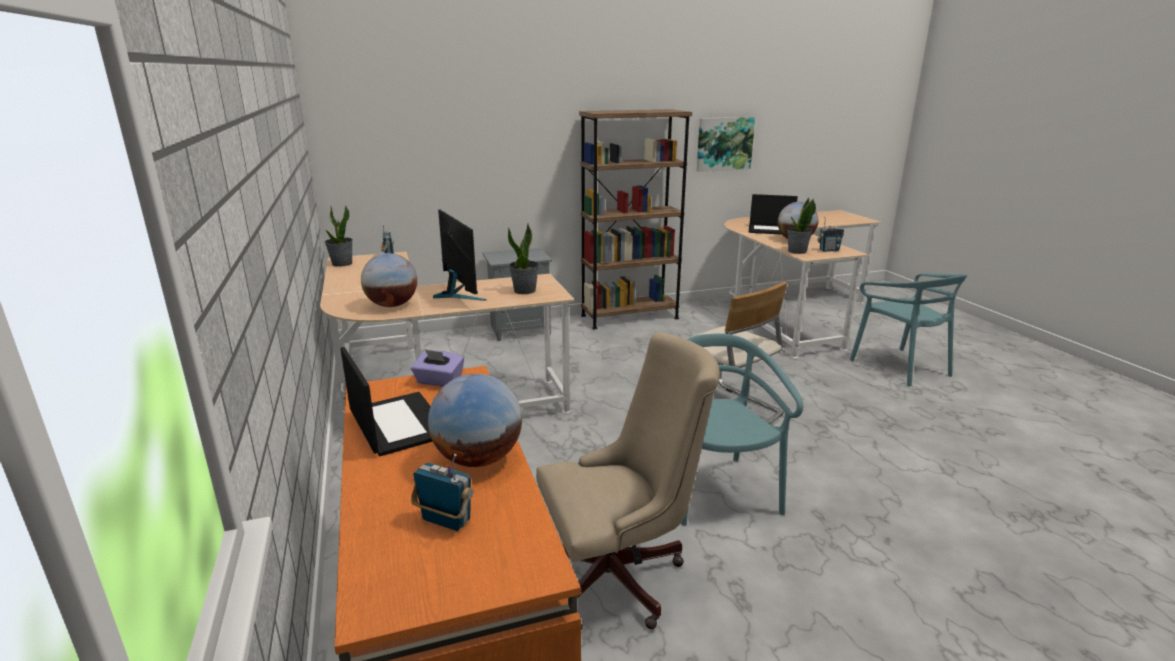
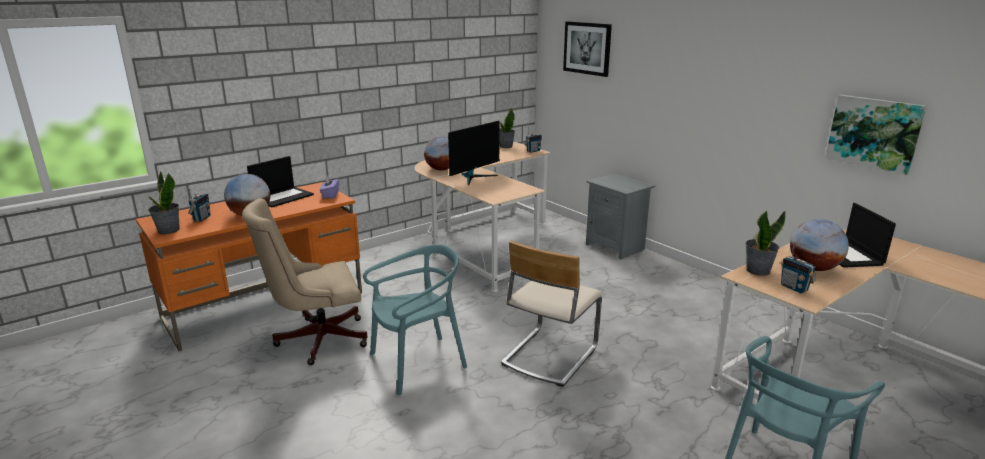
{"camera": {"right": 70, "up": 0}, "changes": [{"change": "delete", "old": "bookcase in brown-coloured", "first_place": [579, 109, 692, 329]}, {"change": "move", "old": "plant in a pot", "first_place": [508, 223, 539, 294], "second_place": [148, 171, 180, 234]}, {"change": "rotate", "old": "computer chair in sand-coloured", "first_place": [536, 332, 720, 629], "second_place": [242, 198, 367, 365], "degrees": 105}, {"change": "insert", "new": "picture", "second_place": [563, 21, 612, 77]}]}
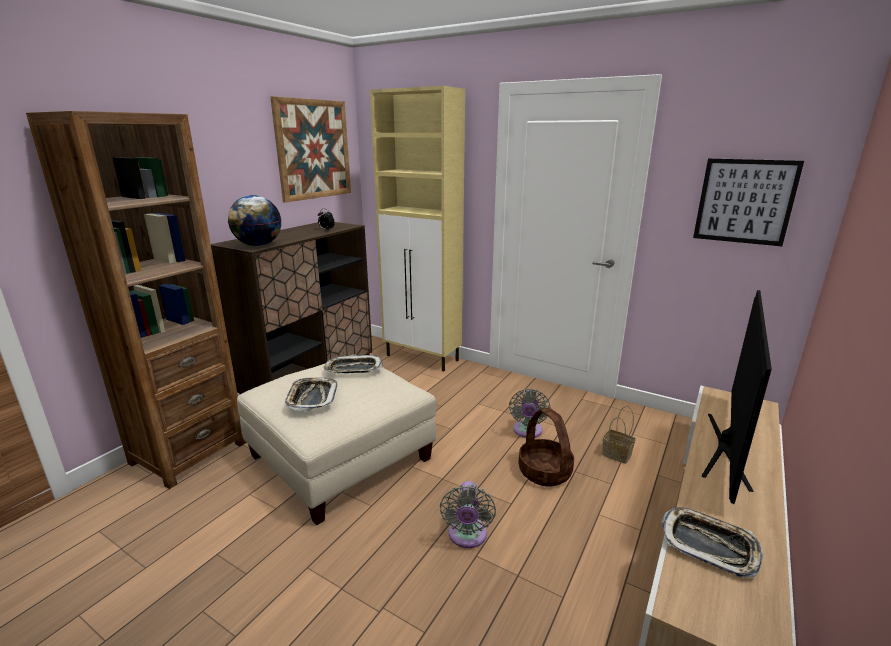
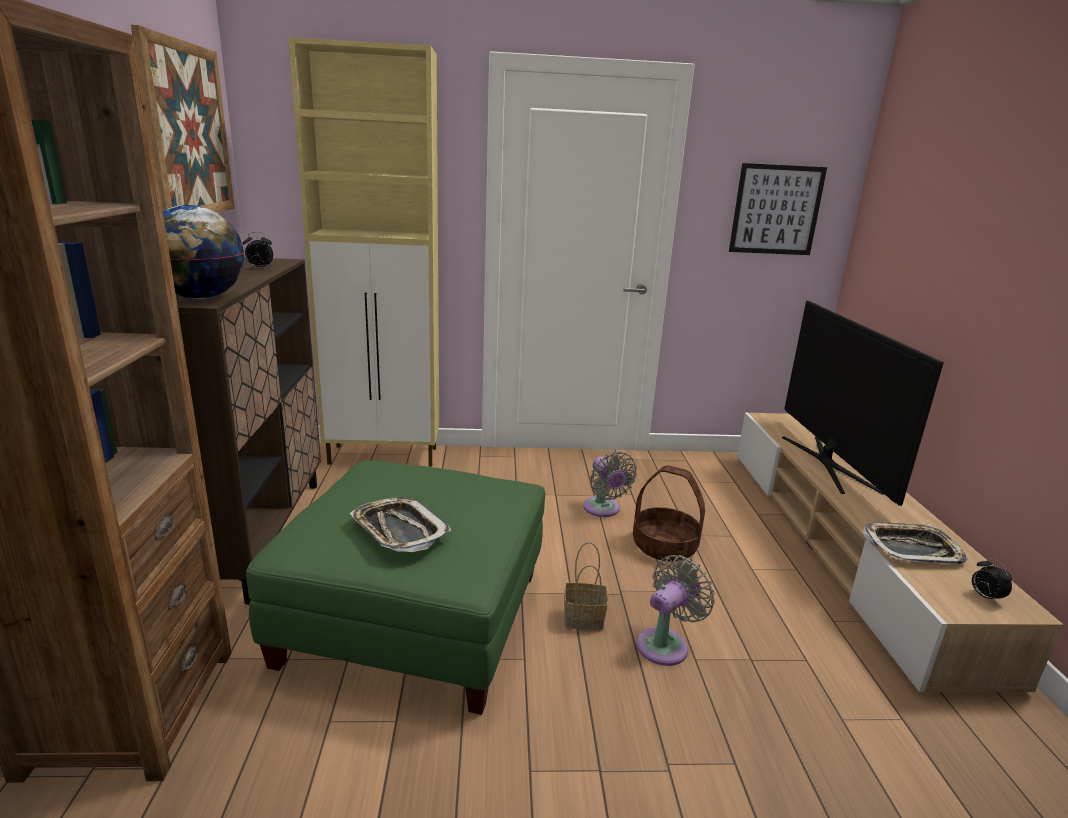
{"camera": {"right": -35, "up": 0}, "changes": [{"change": "recolor", "old": "ottoman in sand-coloured", "new": "ottoman in greenish", "first_place": [237, 355, 436, 525], "second_place": [246, 461, 545, 715]}, {"change": "delete", "old": "carrying tray", "first_place": [323, 355, 383, 373]}, {"change": "move", "old": "basket", "first_place": [602, 406, 636, 464], "second_place": [564, 542, 608, 630]}, {"change": "rotate", "old": "electric fan in greyish", "first_place": [440, 481, 496, 548], "second_place": [637, 555, 715, 666], "degrees": -105}, {"change": "insert", "new": "alarm clock", "second_place": [972, 558, 1012, 604]}]}
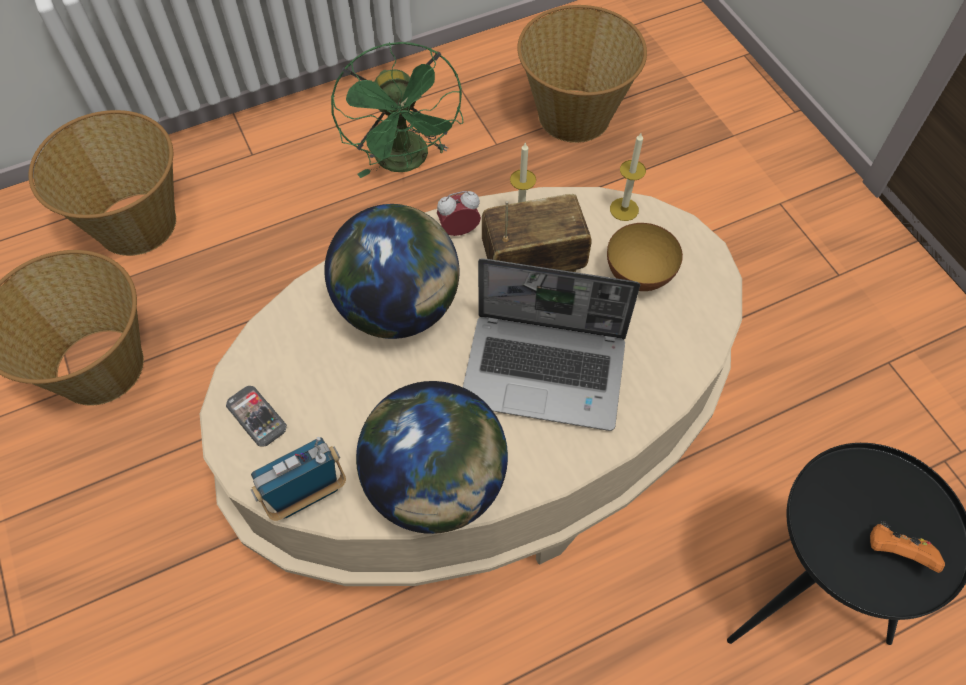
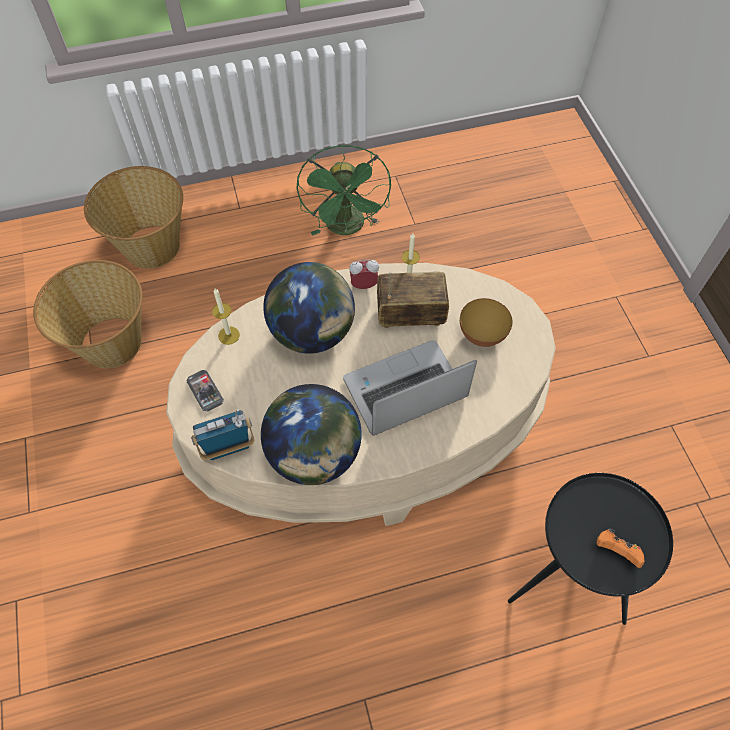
{"camera": {"right": 10, "up": 0}, "changes": [{"change": "delete", "old": "basket", "first_place": [517, 5, 647, 143]}, {"change": "move", "old": "wax candle", "first_place": [610, 133, 646, 221], "second_place": [212, 288, 240, 345]}, {"change": "rotate", "old": "laptop", "first_place": [463, 258, 640, 431], "second_place": [343, 340, 477, 436], "degrees": 135}]}
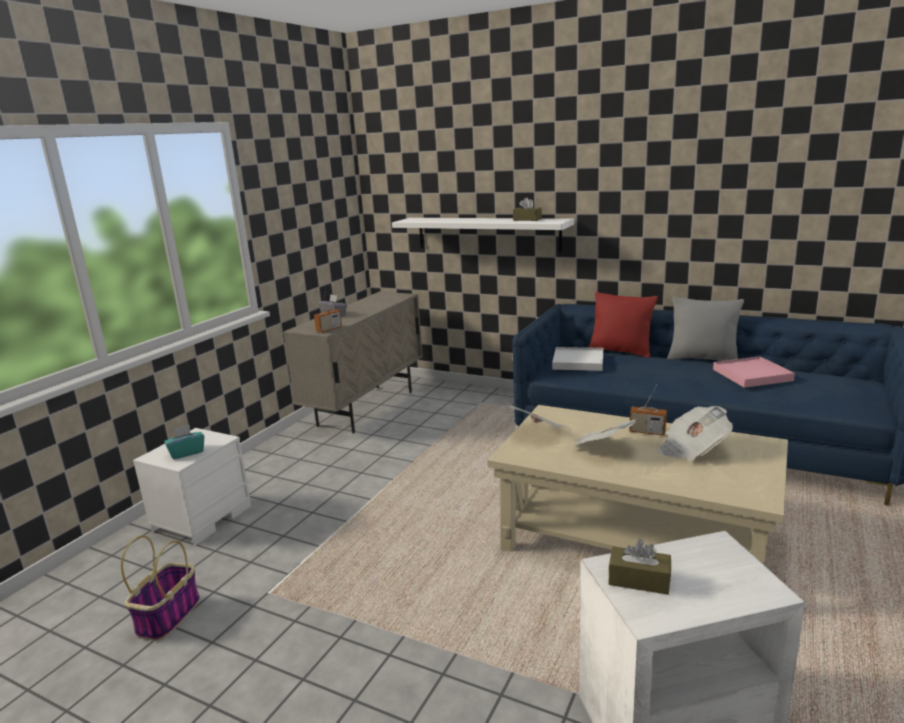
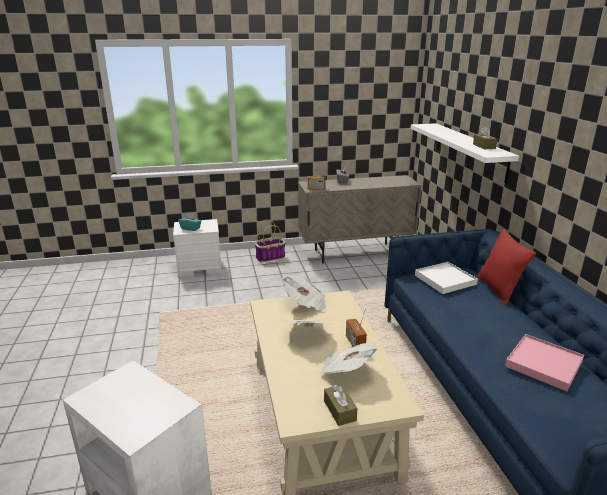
{"camera": {"right": 50, "up": 5}, "changes": [{"change": "delete", "old": "throw pillow in greyish", "first_place": [667, 297, 744, 361]}, {"change": "move", "old": "basket", "first_place": [121, 536, 200, 641], "second_place": [255, 220, 285, 262]}, {"change": "move", "old": "tissue box in brown-coloured", "first_place": [608, 540, 671, 595], "second_place": [324, 385, 358, 426]}]}
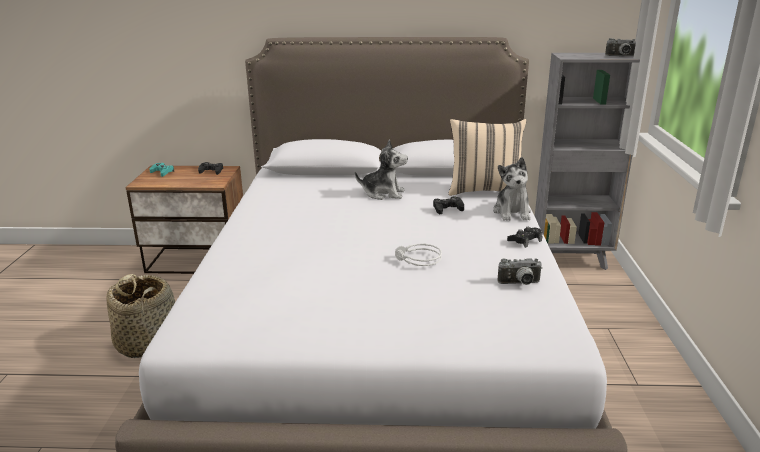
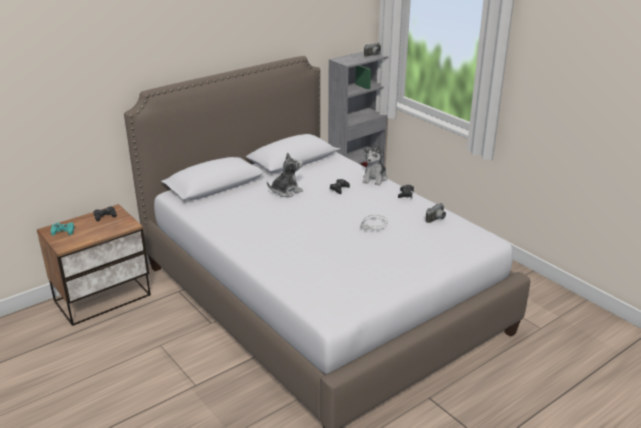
{"camera": {"right": -40, "up": 5}, "changes": [{"change": "delete", "old": "throw pillow in sand-coloured", "first_place": [448, 119, 526, 196]}, {"change": "rotate", "old": "cuddly toy", "first_place": [493, 157, 531, 221], "second_place": [363, 144, 387, 186], "degrees": 60}, {"change": "delete", "old": "basket", "first_place": [107, 274, 175, 358]}]}
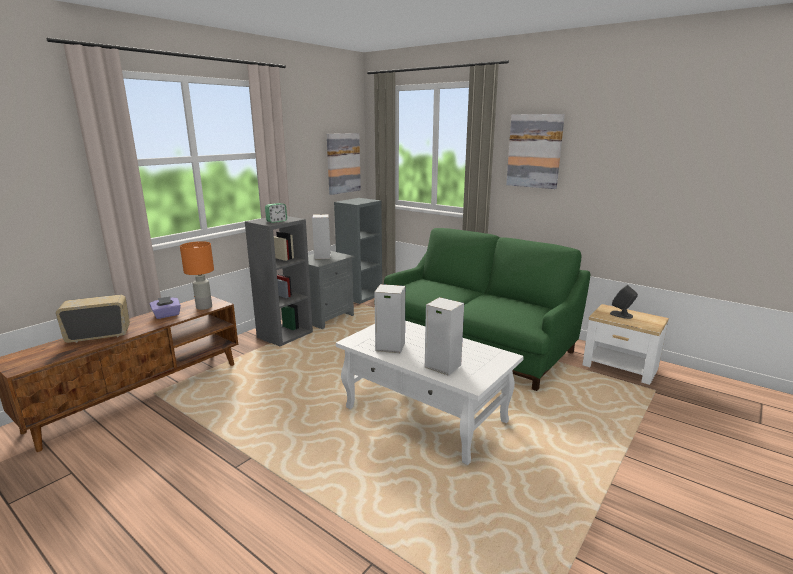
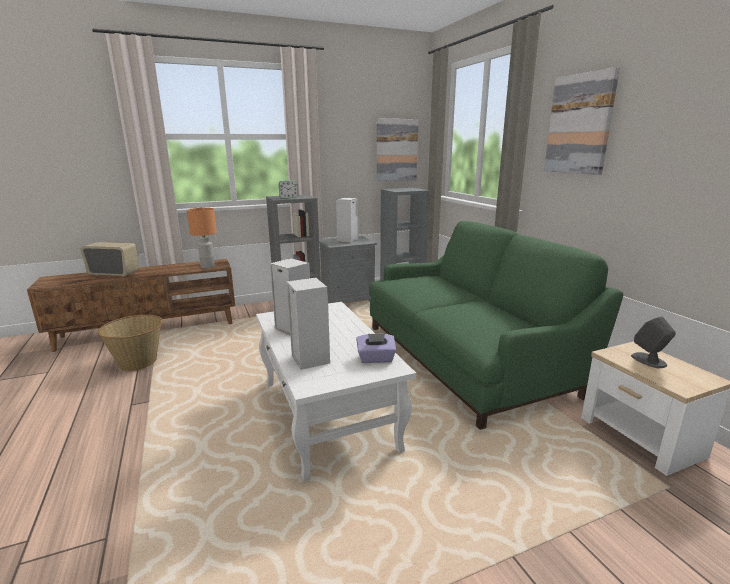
{"camera": {"right": 30, "up": 0}, "changes": [{"change": "move", "old": "tissue box in purple", "first_place": [149, 296, 181, 319], "second_place": [356, 334, 396, 363]}, {"change": "insert", "new": "basket", "second_place": [98, 315, 164, 371]}]}
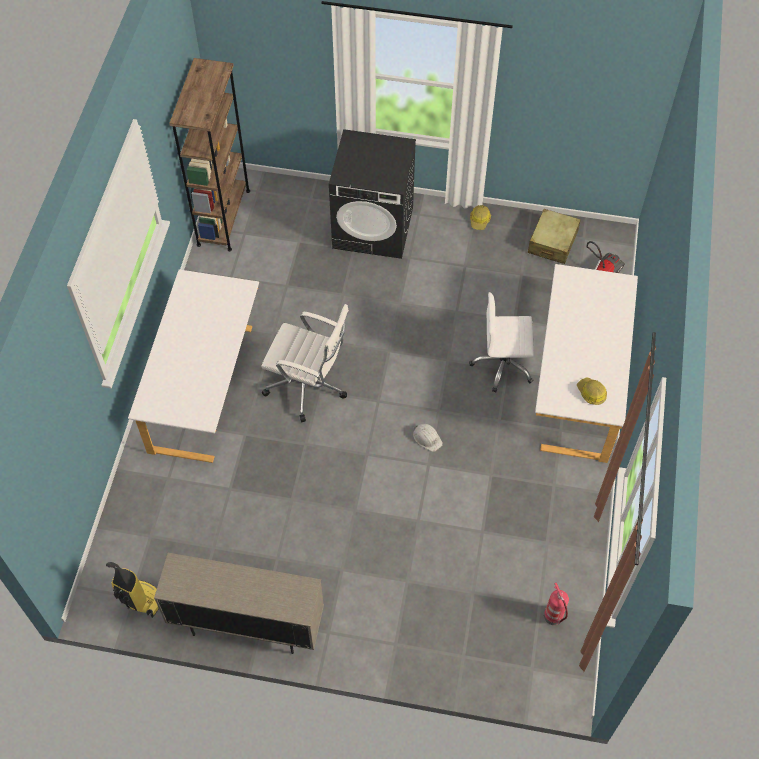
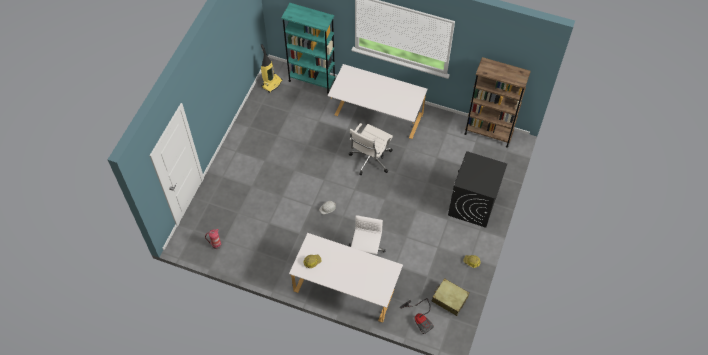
{"camera": {"right": 100, "up": 0}, "changes": [{"change": "delete", "old": "cabinet in sand-coloured", "first_place": [154, 553, 324, 654]}, {"change": "insert", "new": "bookcase in turquoise", "second_place": [281, 3, 335, 93]}]}
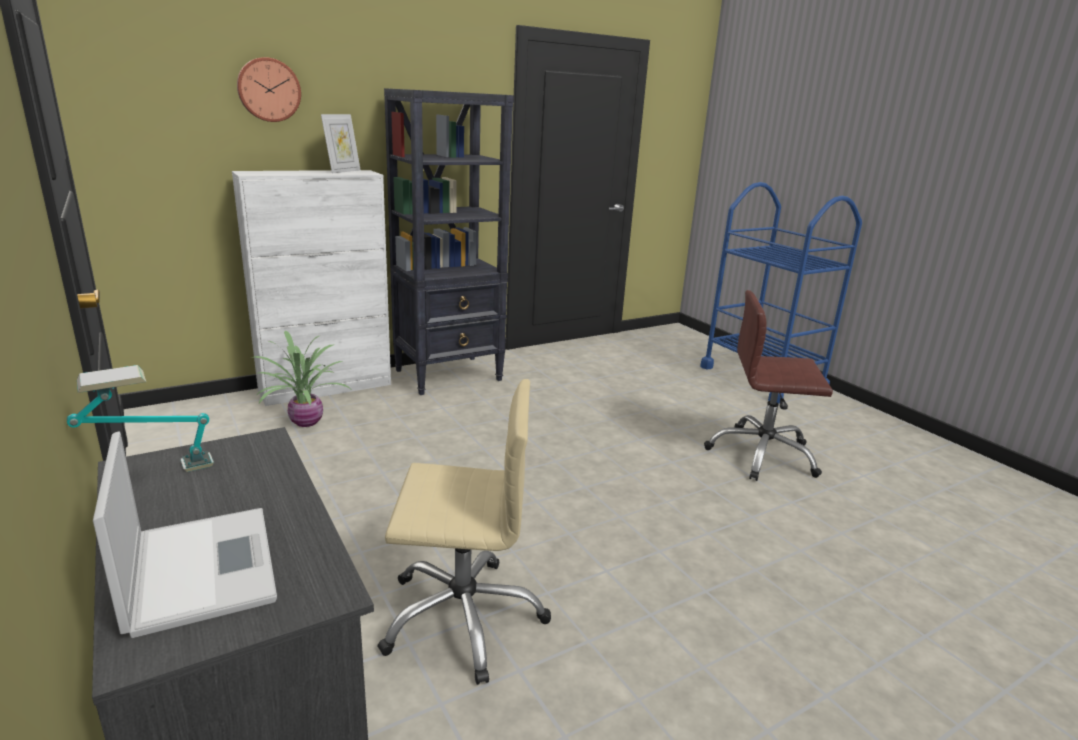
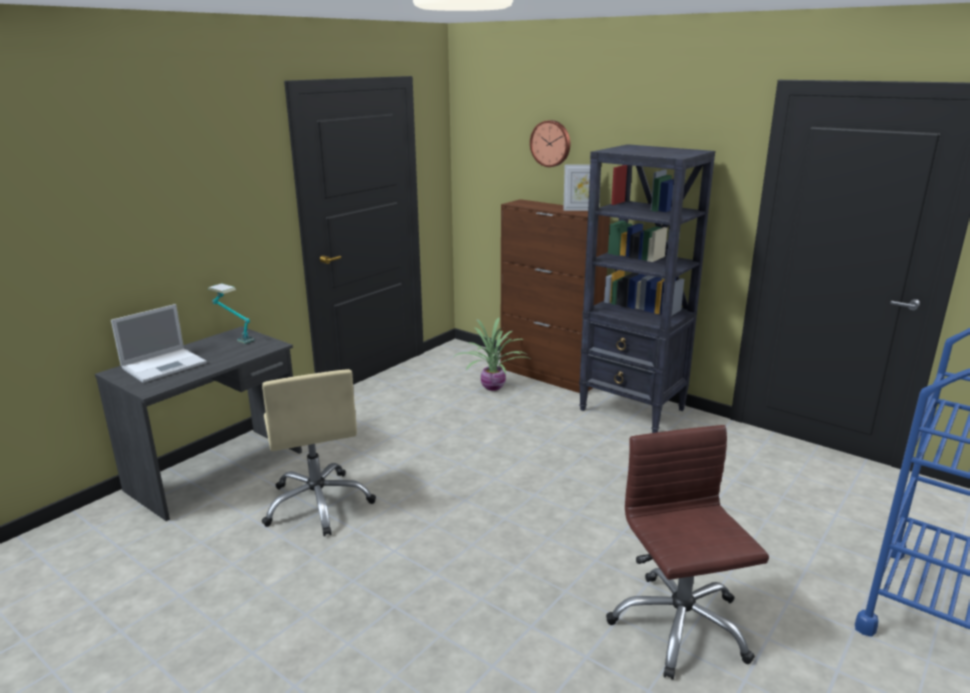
{"camera": {"right": 70, "up": 0}, "changes": [{"change": "recolor", "old": "cabinet in white-coloured", "new": "cabinet in brown-coloured", "first_place": [232, 170, 391, 406], "second_place": [500, 199, 610, 393]}]}
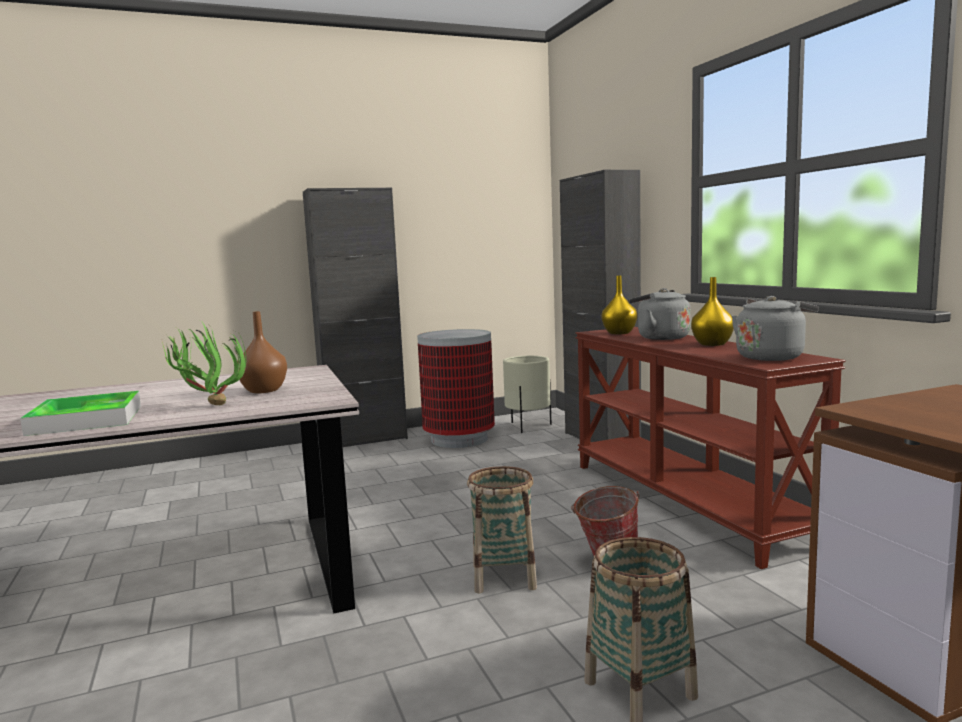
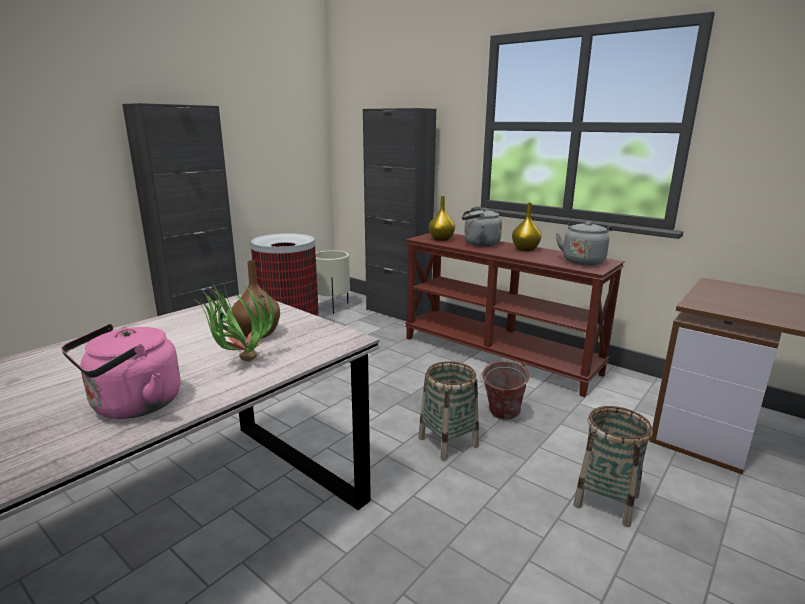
{"camera": {"right": -30, "up": 10}, "changes": [{"change": "replace", "old": "carrying tray", "new": "kettle in pinkish", "first_place": [20, 391, 141, 436], "second_place": [61, 324, 181, 419]}]}
